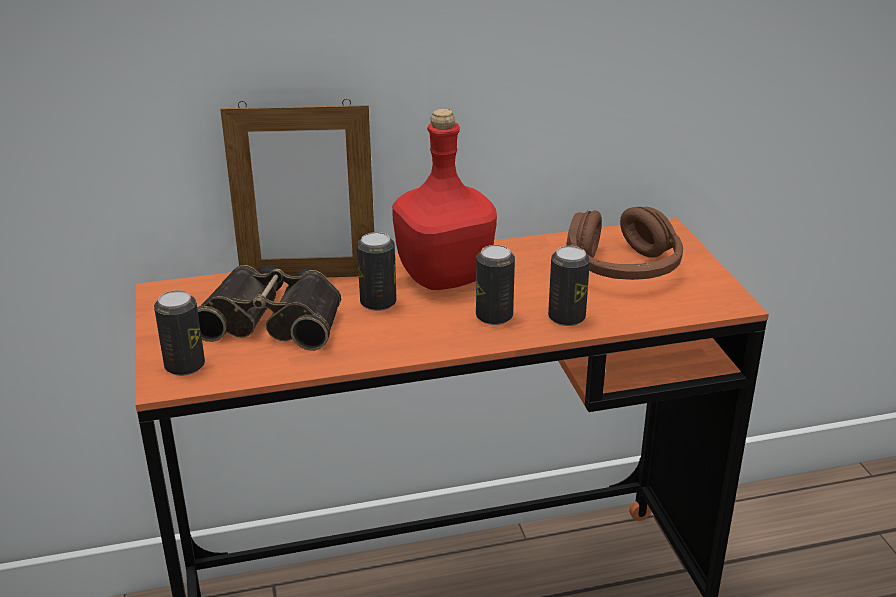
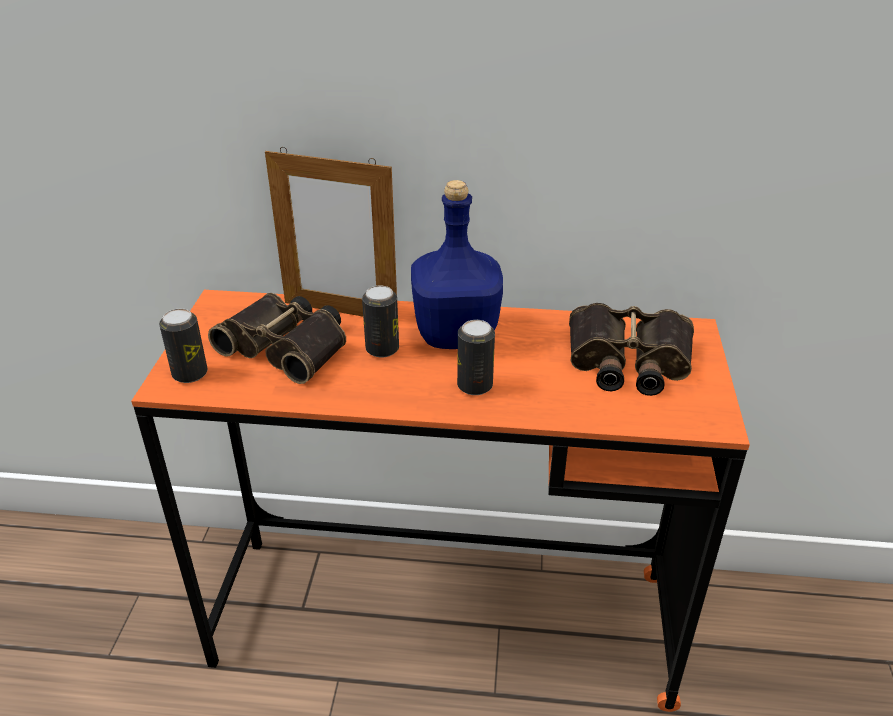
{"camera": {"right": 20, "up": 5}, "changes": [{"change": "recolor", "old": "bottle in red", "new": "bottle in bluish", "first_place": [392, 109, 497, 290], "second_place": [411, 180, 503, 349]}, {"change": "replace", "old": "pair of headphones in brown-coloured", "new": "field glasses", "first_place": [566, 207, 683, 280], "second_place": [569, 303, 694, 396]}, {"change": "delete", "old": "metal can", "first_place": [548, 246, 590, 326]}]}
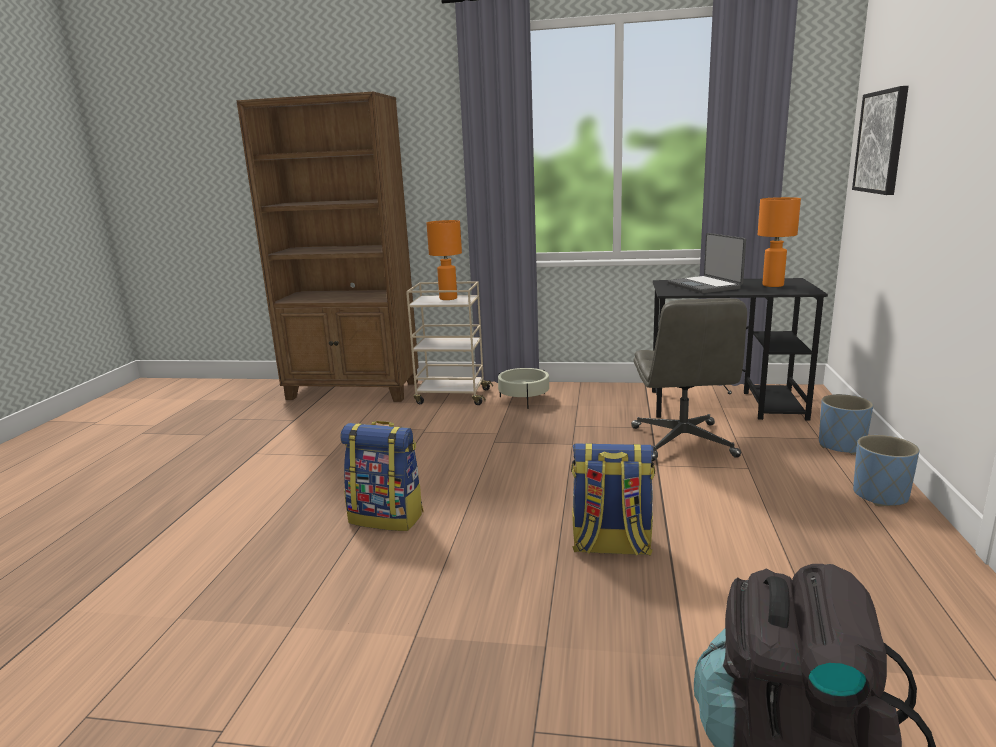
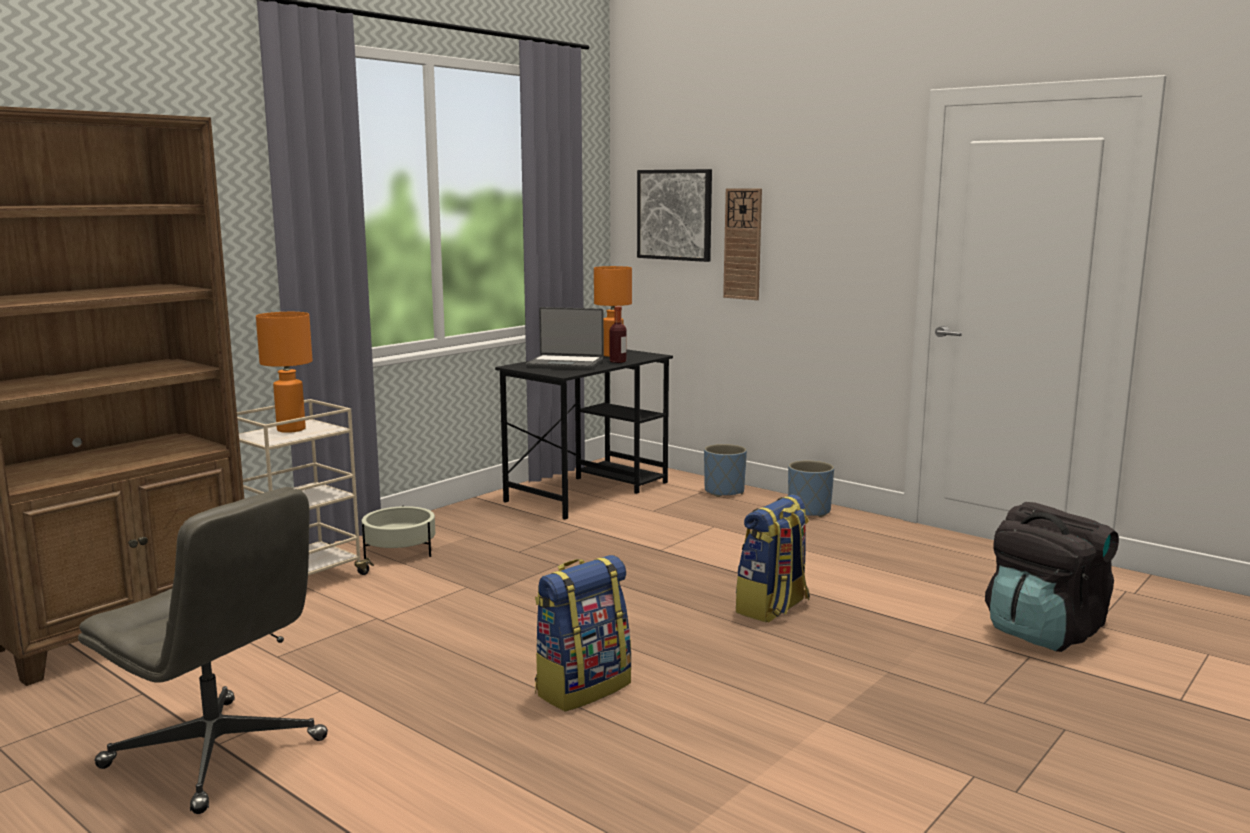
{"camera": {"right": -60, "up": -5}, "changes": [{"change": "move", "old": "computer chair in greyish", "first_place": [631, 298, 747, 461], "second_place": [78, 487, 328, 814]}, {"change": "insert", "new": "wall clock", "second_place": [723, 188, 762, 300]}, {"change": "insert", "new": "bottle", "second_place": [610, 306, 627, 363]}]}
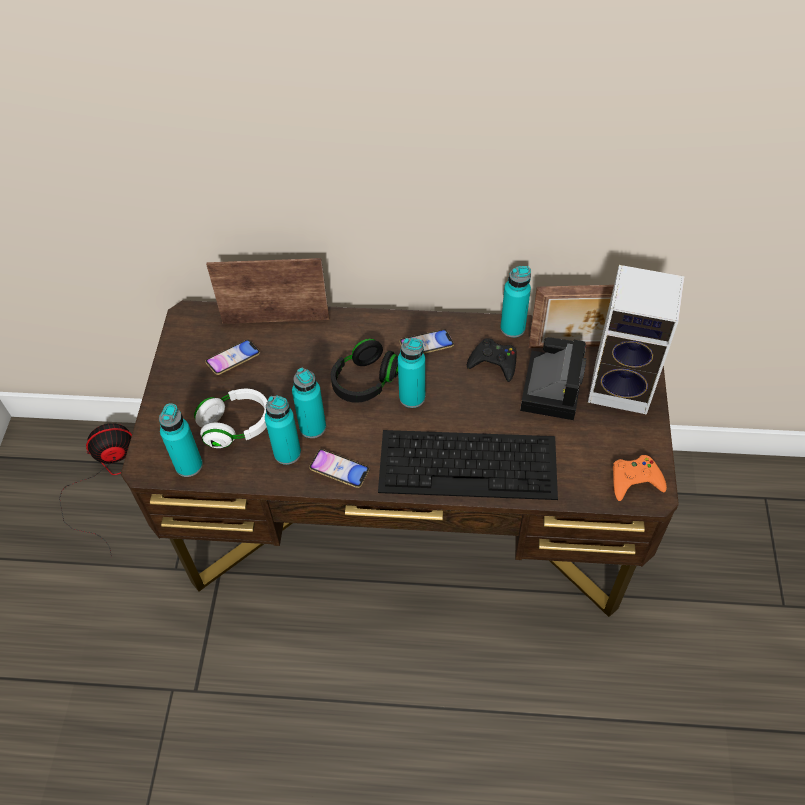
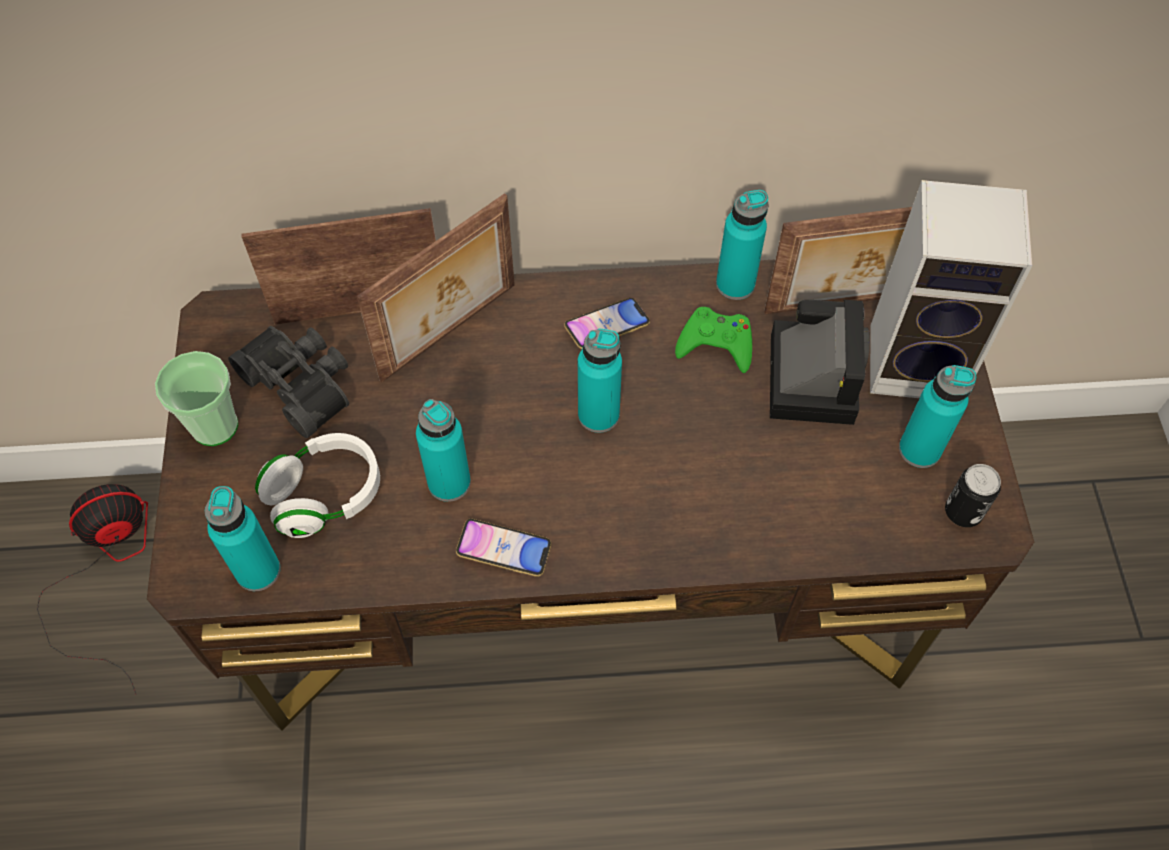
{"camera": {"right": -10, "up": 5}, "changes": [{"change": "recolor", "old": "gamepad in black-coloured", "new": "gamepad in greenish", "first_place": [467, 338, 516, 382], "second_place": [675, 307, 752, 373]}, {"change": "delete", "old": "pair of headphones in black-coloured", "first_place": [331, 339, 398, 403]}, {"change": "replace", "old": "handset", "new": "field glasses in black-coloured", "first_place": [205, 340, 260, 375], "second_place": [228, 326, 349, 438]}, {"change": "move", "old": "bottle in turquoise", "first_place": [265, 395, 301, 465], "second_place": [899, 365, 976, 468]}, {"change": "delete", "old": "PC keyboard", "first_place": [378, 430, 558, 500]}, {"change": "replace", "old": "gamepad in orange-coloured", "new": "metal can", "first_place": [613, 455, 667, 501], "second_place": [945, 464, 1001, 527]}, {"change": "insert", "new": "photo frame", "second_place": [357, 193, 515, 382]}, {"change": "insert", "new": "drinking cup", "second_place": [155, 351, 238, 446]}]}
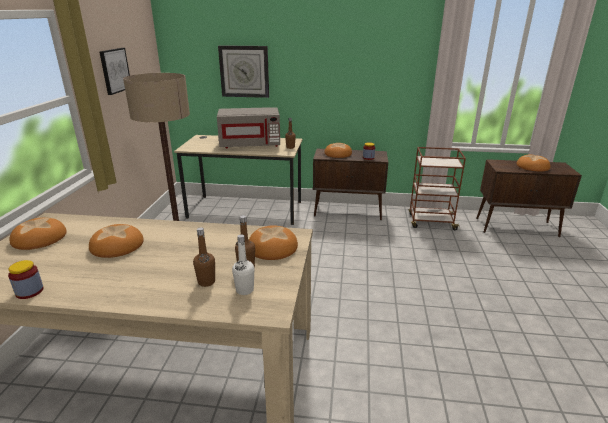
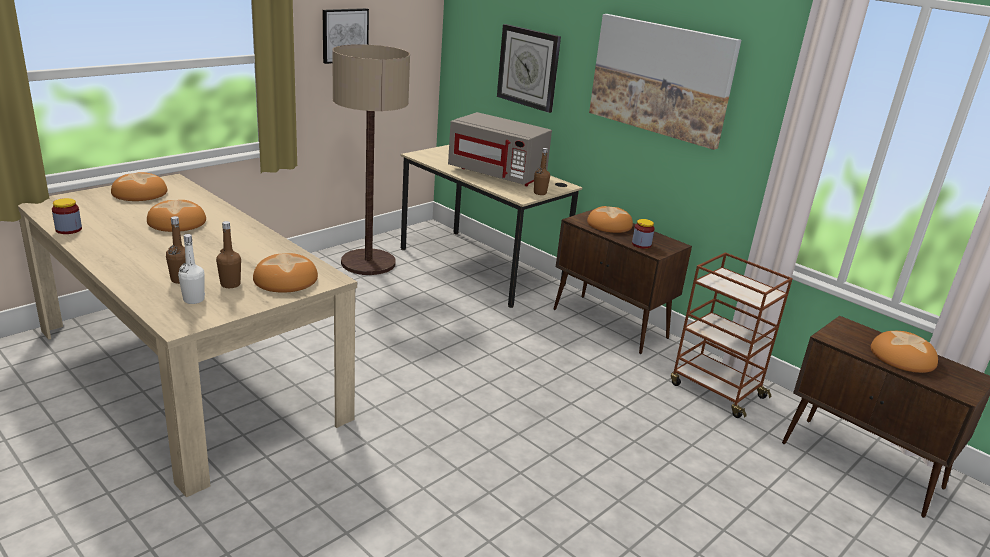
{"camera": {"right": 35, "up": 0}, "changes": [{"change": "insert", "new": "picture", "second_place": [589, 14, 741, 150]}]}
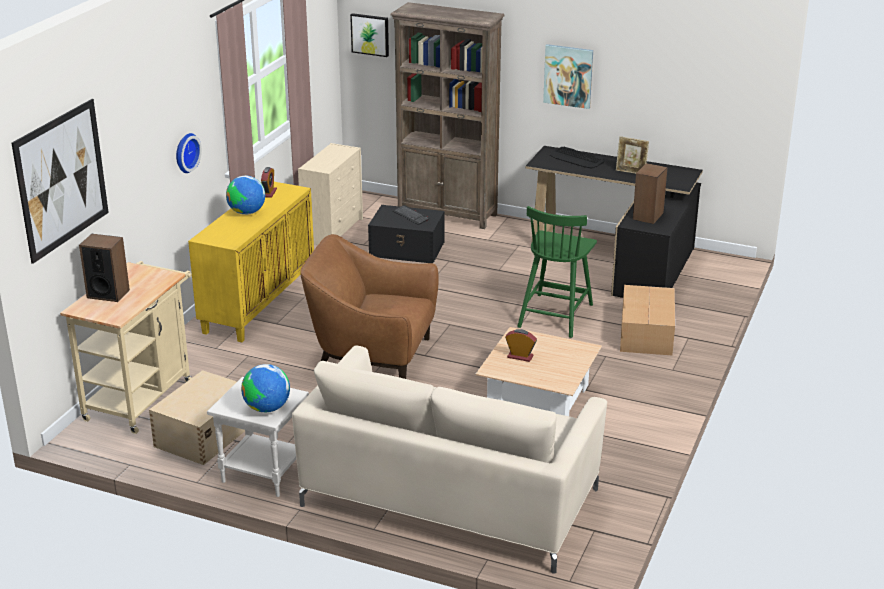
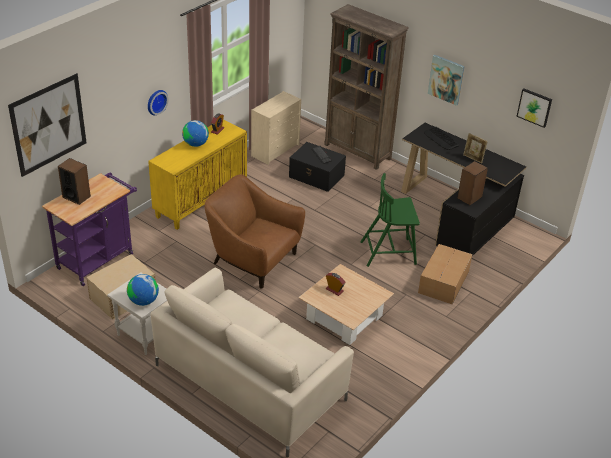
{"camera": {"right": 15, "up": 10}, "changes": [{"change": "move", "old": "picture", "first_place": [350, 13, 389, 57], "second_place": [516, 89, 552, 128]}, {"change": "rotate", "old": "chair in greenish", "first_place": [517, 206, 597, 338], "second_place": [360, 173, 420, 267], "degrees": 45}, {"change": "recolor", "old": "cart in sand-coloured", "new": "cart in purple", "first_place": [60, 261, 192, 434], "second_place": [42, 172, 137, 286]}]}
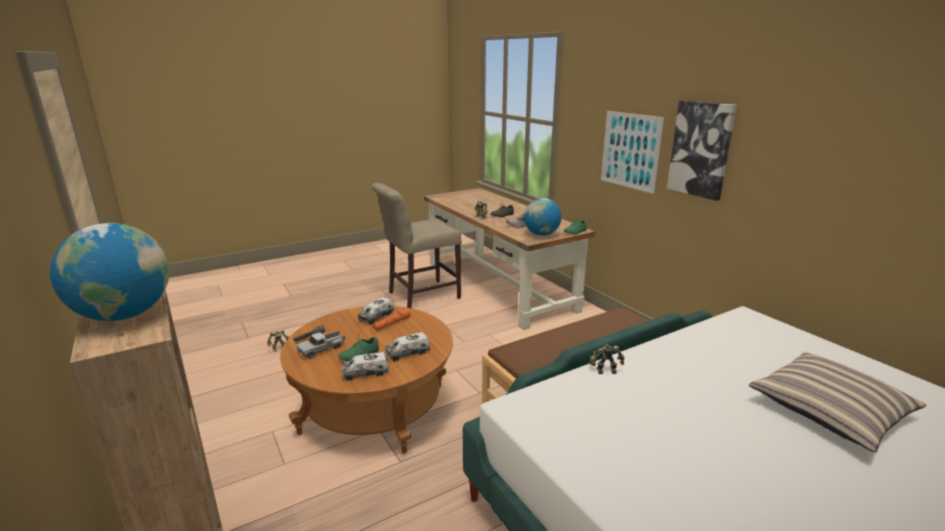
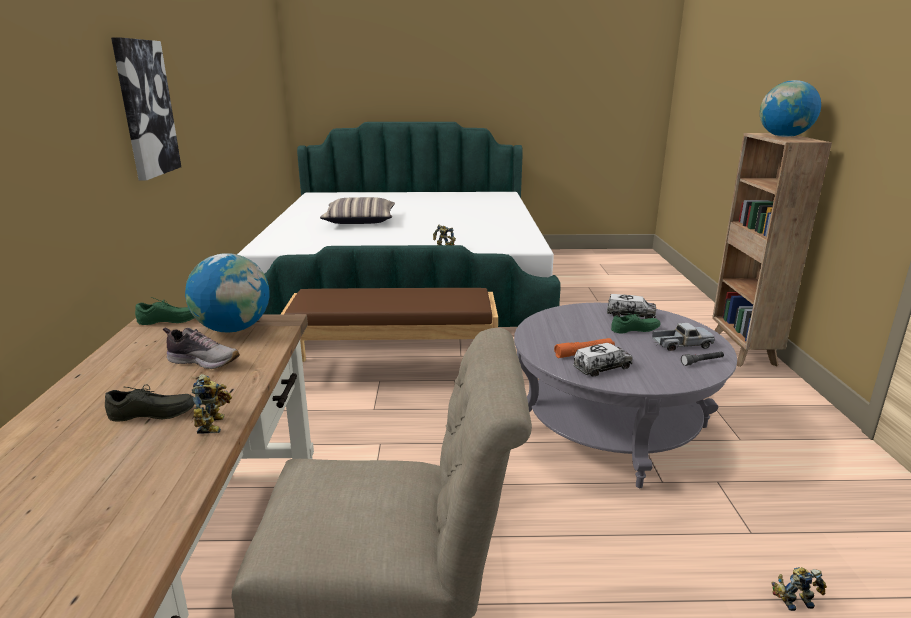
{"camera": {"right": -150, "up": 0}, "changes": [{"change": "delete", "old": "picture", "first_place": [601, 111, 664, 194]}, {"change": "recolor", "old": "lounge table in brown-coloured", "new": "lounge table in greyish", "first_place": [280, 306, 453, 454], "second_place": [514, 303, 737, 488]}, {"change": "delete", "old": "toy truck", "first_place": [385, 332, 430, 362]}]}
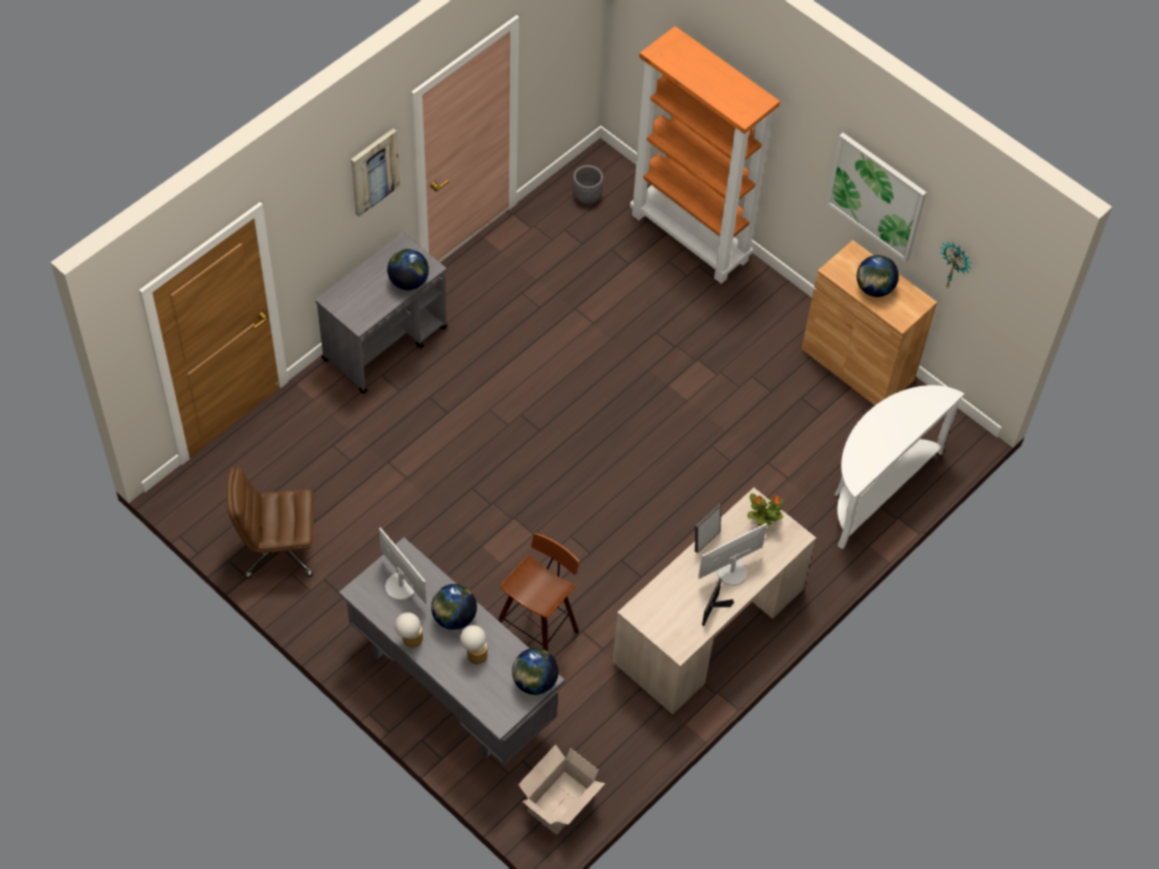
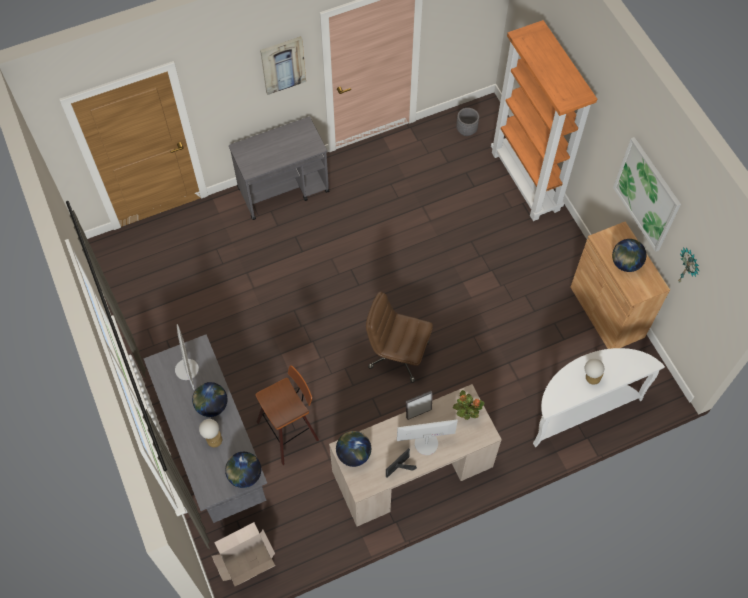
{"camera": {"right": 25, "up": 5}, "changes": [{"change": "move", "old": "desk globe", "first_place": [387, 249, 429, 290], "second_place": [336, 431, 371, 467]}, {"change": "move", "old": "computer chair in brown-coloured", "first_place": [227, 467, 314, 579], "second_place": [366, 292, 433, 383]}, {"change": "move", "old": "table lamp", "first_place": [395, 612, 423, 647], "second_place": [585, 359, 604, 385]}]}
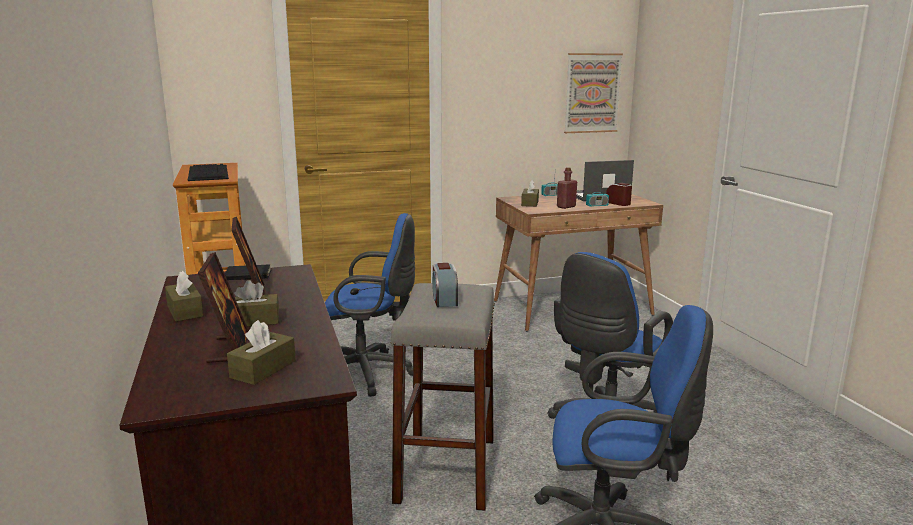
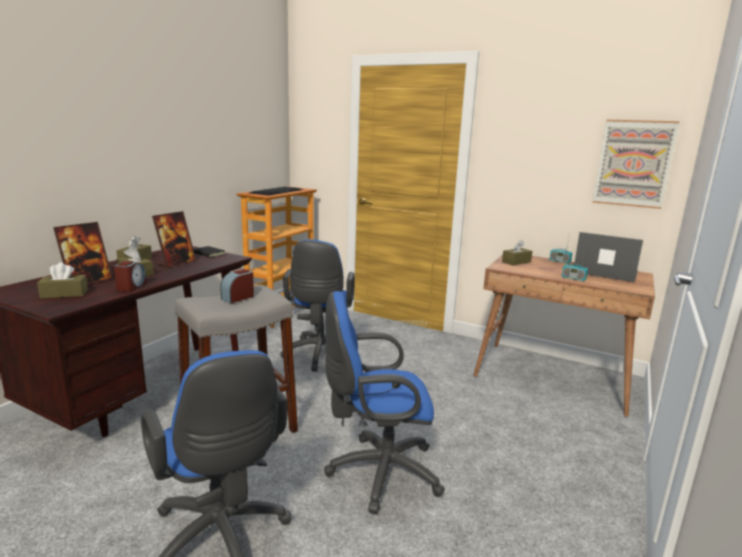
{"camera": {"right": 45, "up": 0}, "changes": [{"change": "delete", "old": "bottle in red", "first_place": [557, 167, 577, 209]}, {"change": "move", "old": "alarm clock", "first_place": [606, 183, 632, 206], "second_place": [114, 261, 146, 292]}, {"change": "rotate", "old": "computer chair in bluish", "first_place": [325, 213, 415, 397], "second_place": [280, 239, 355, 372], "degrees": 45}]}
